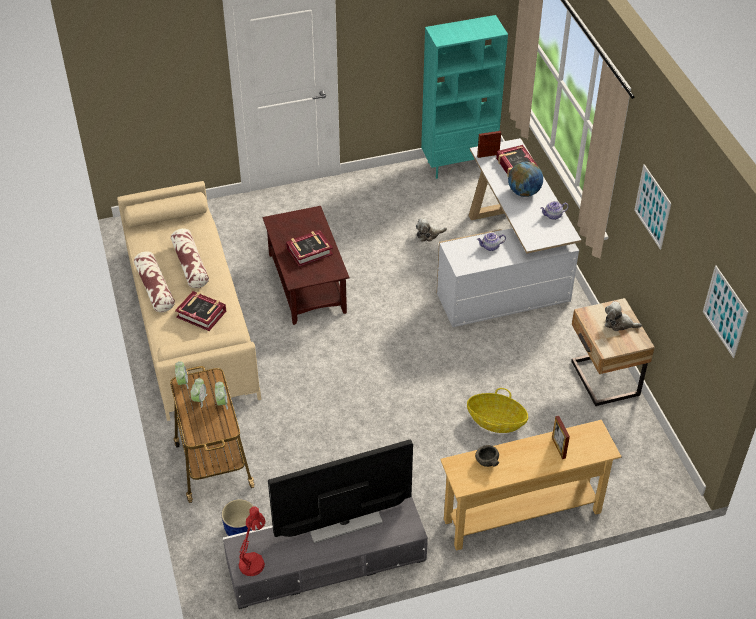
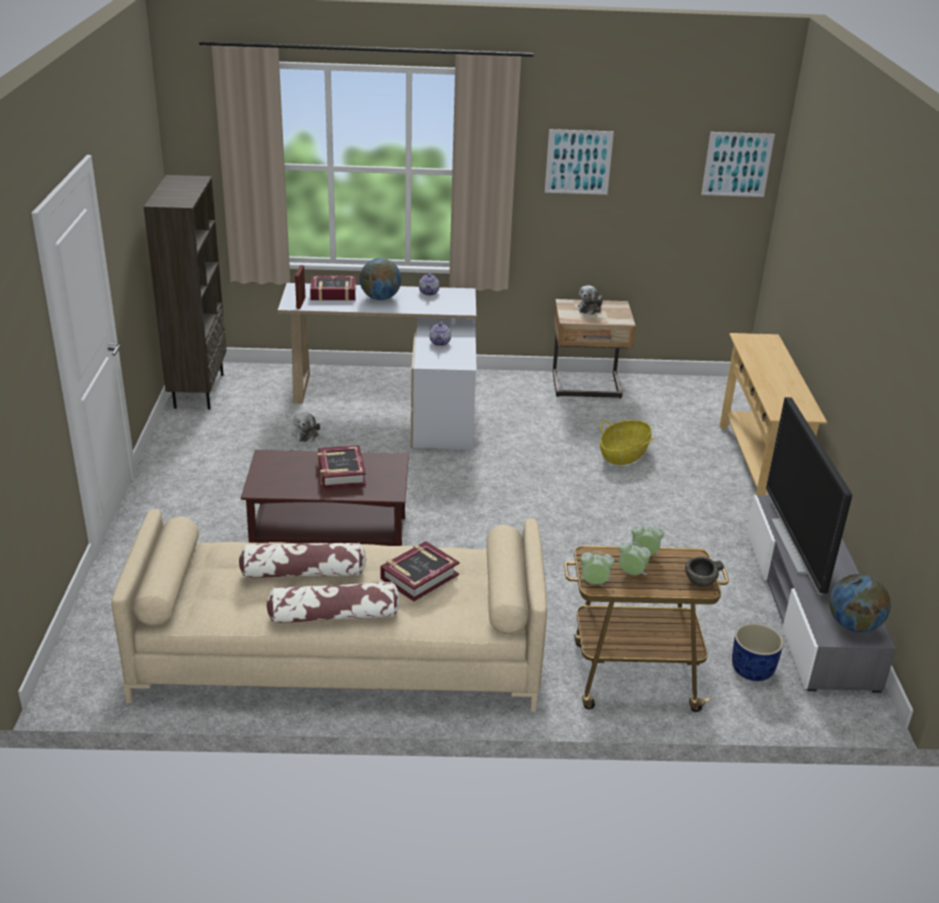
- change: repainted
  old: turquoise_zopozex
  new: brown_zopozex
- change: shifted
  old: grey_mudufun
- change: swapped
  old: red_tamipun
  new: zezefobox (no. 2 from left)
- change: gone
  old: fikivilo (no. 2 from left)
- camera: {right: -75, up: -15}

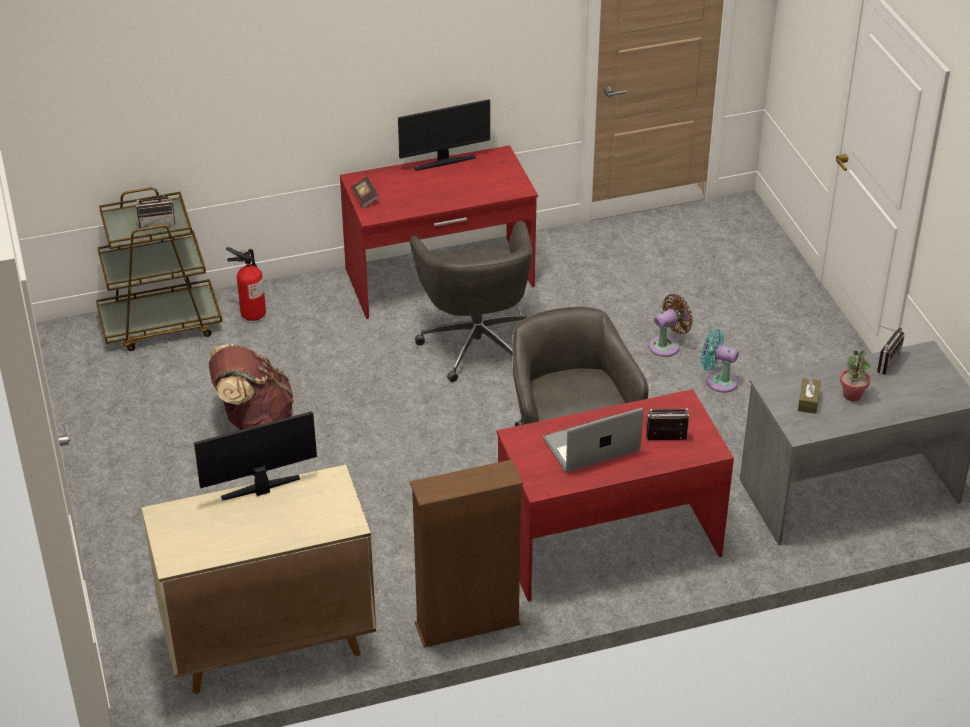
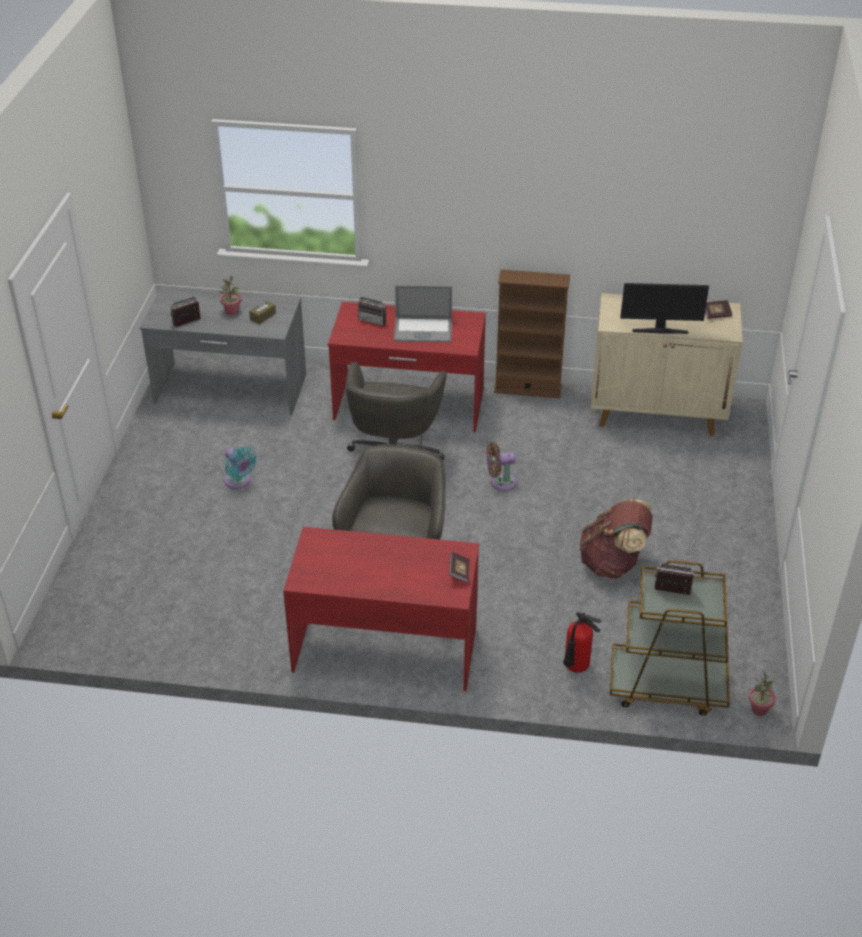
- change: shifted
  old: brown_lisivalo
- change: new
  new: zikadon (no. 2 from left)
- change: new
  new: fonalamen (no. 2 from left)
- change: gone
  old: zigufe (no. 2 from left)
- camera: {right: -155, up: 0}

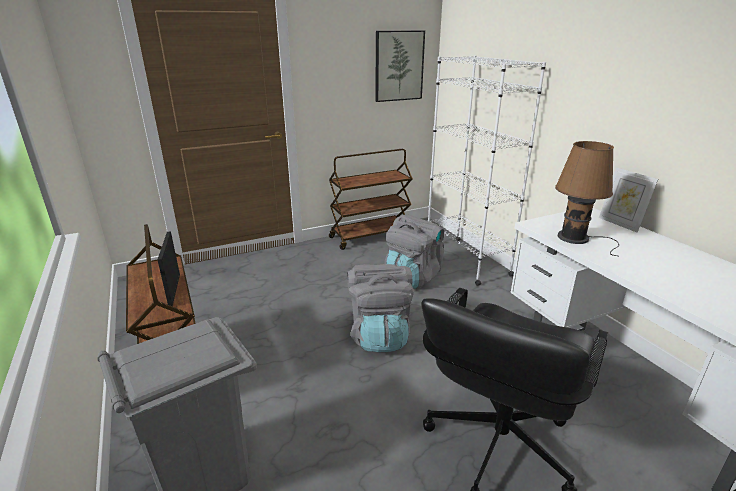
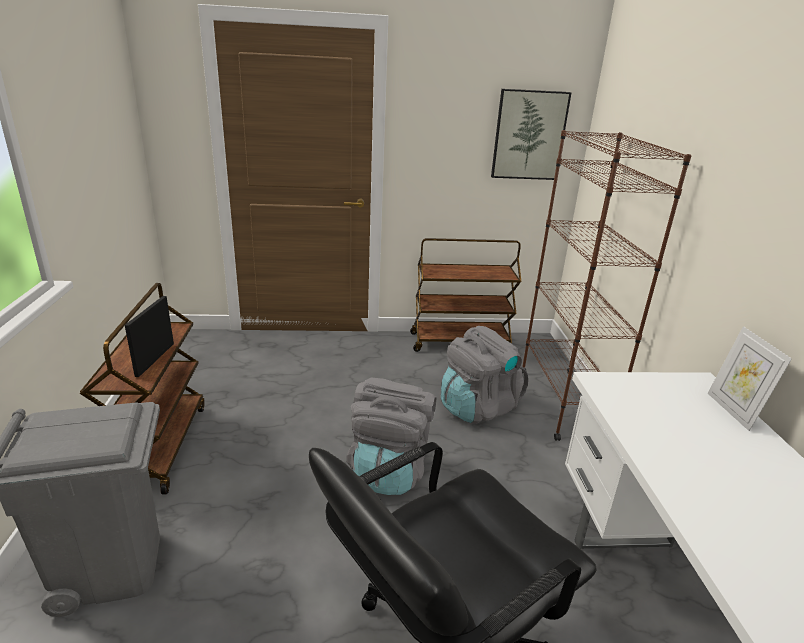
- change: repainted
  old: white_zopozex
  new: brown_zopozex
- change: gone
  old: brown_tamipun
- camera: {right: 20, up: 0}

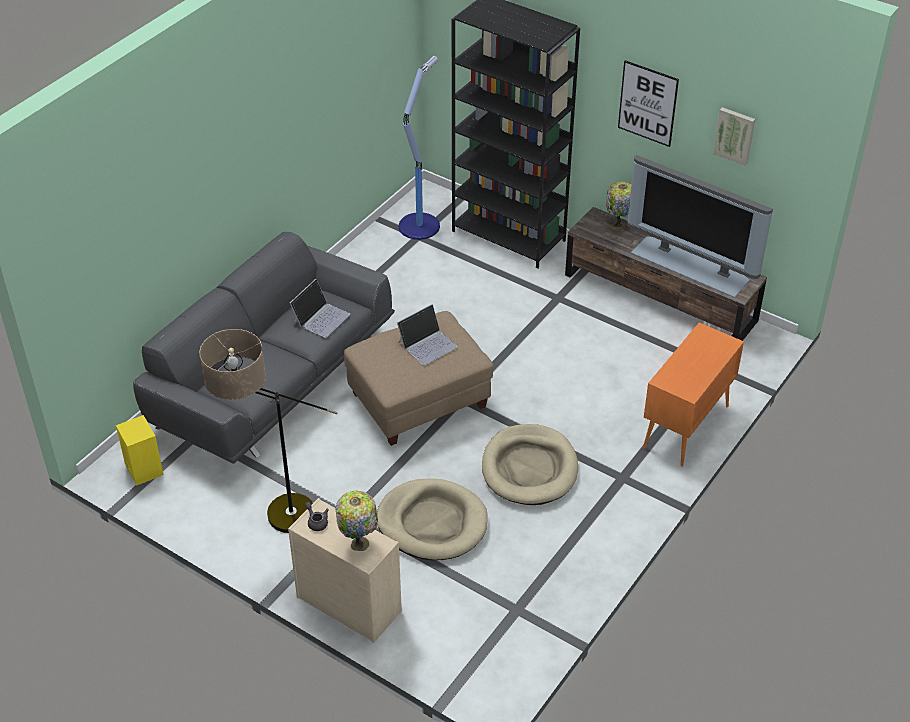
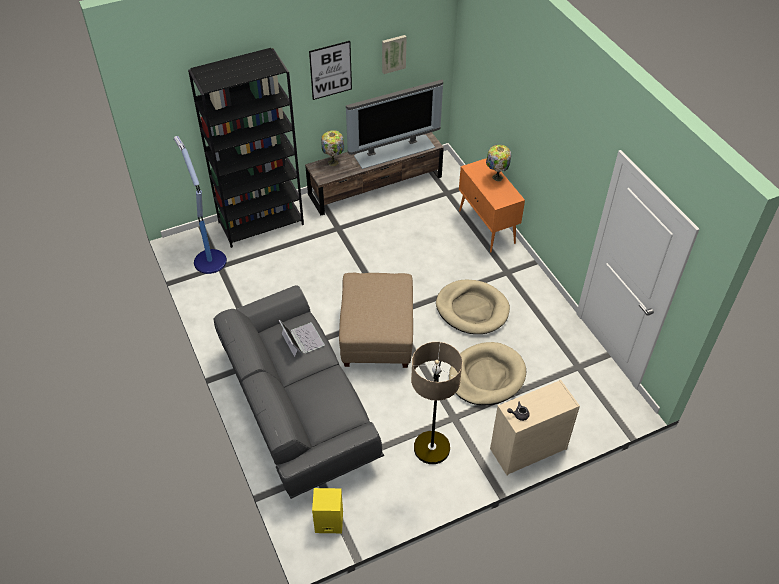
- change: shifted
  old: tamipun (no. 1 from left in the first image)
  new: tamipun (no. 2 from left)
- change: gone
  old: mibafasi (no. 2 from left)
- camera: {right: -60, up: 5}

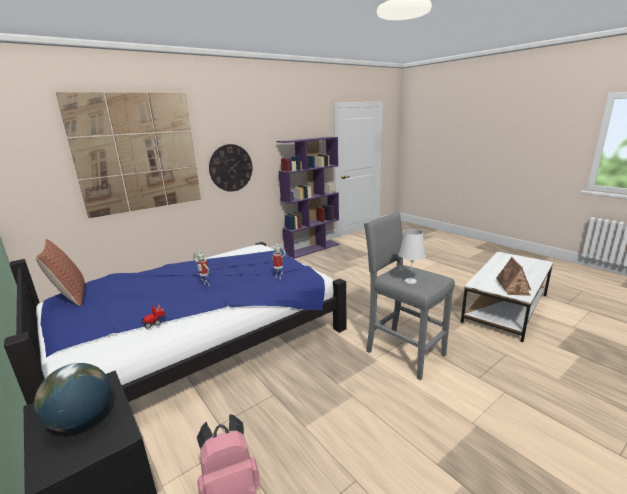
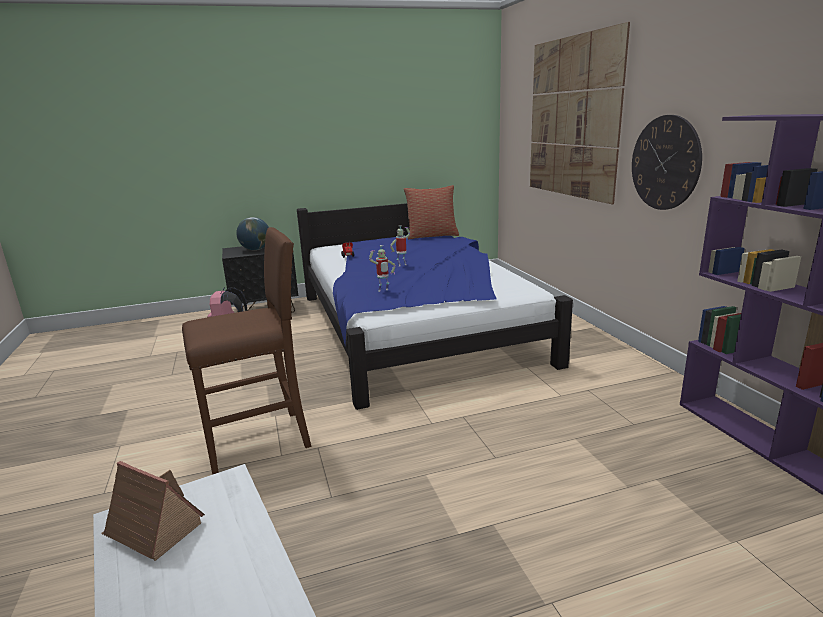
- change: repainted
  old: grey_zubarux
  new: brown_zubarux
- change: gone
  old: white_tamipun
- camera: {right: 110, up: 0}

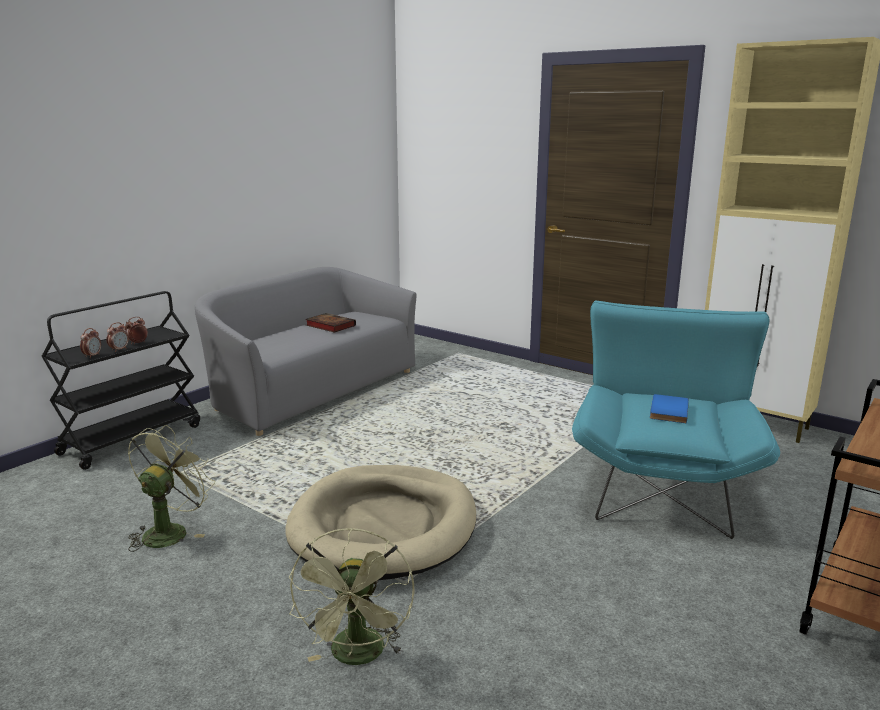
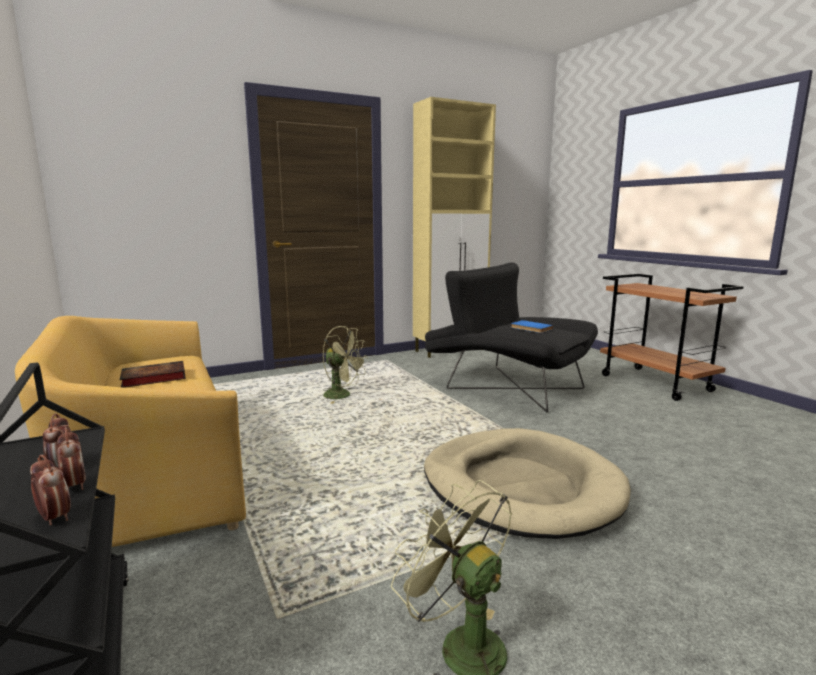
- change: repainted
  old: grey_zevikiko
  new: yellow_zevikiko
- change: shifted
  old: green_lisivalo (no. 2 from left in the first image)
  new: green_lisivalo (no. 1 from left)
- change: repainted
  old: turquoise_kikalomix
  new: black_kikalomix
- camera: {right: -65, up: -5}

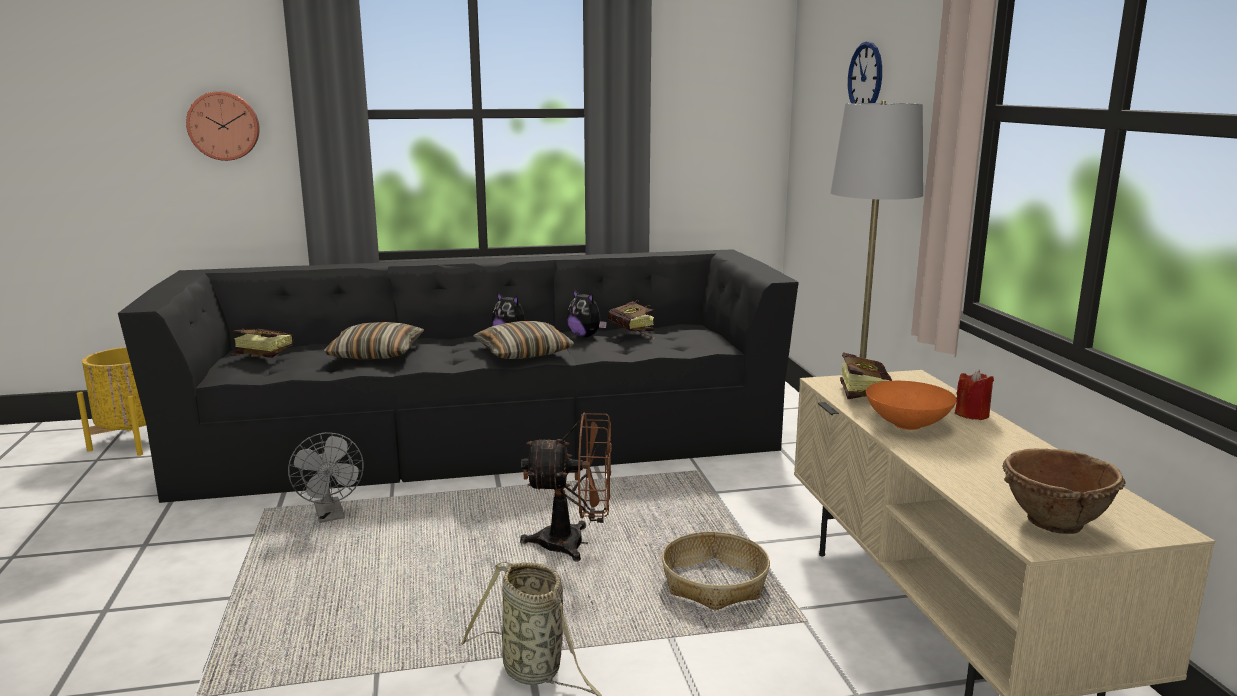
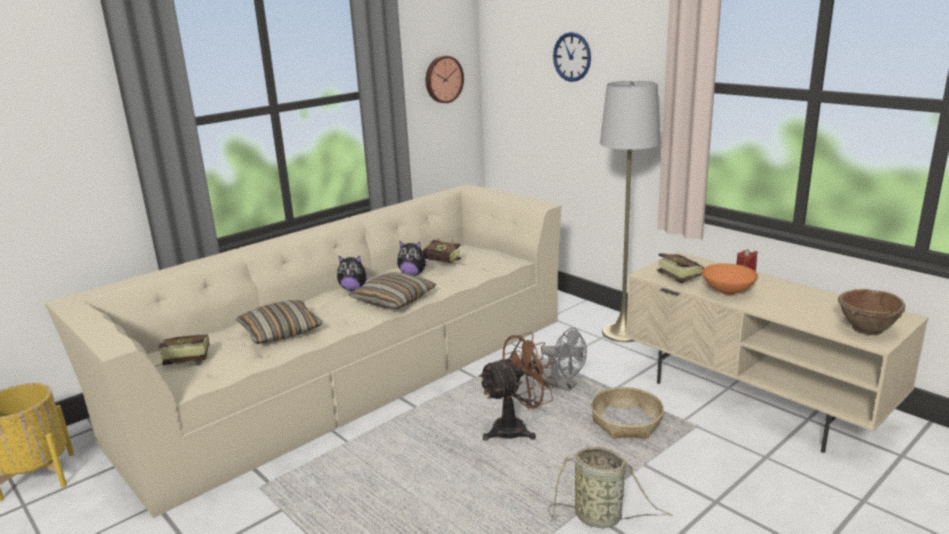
- change: repainted
  old: black_zevikiko
  new: beige_zevikiko
- change: shifted
  old: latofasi (no. 1 from left)
- change: shifted
  old: grey_lisivalo
- camera: {right: -30, up: 5}

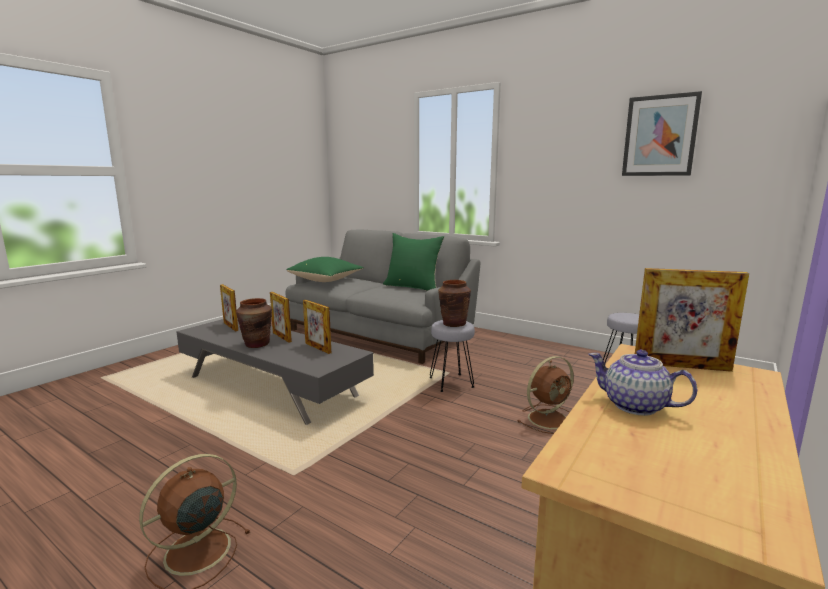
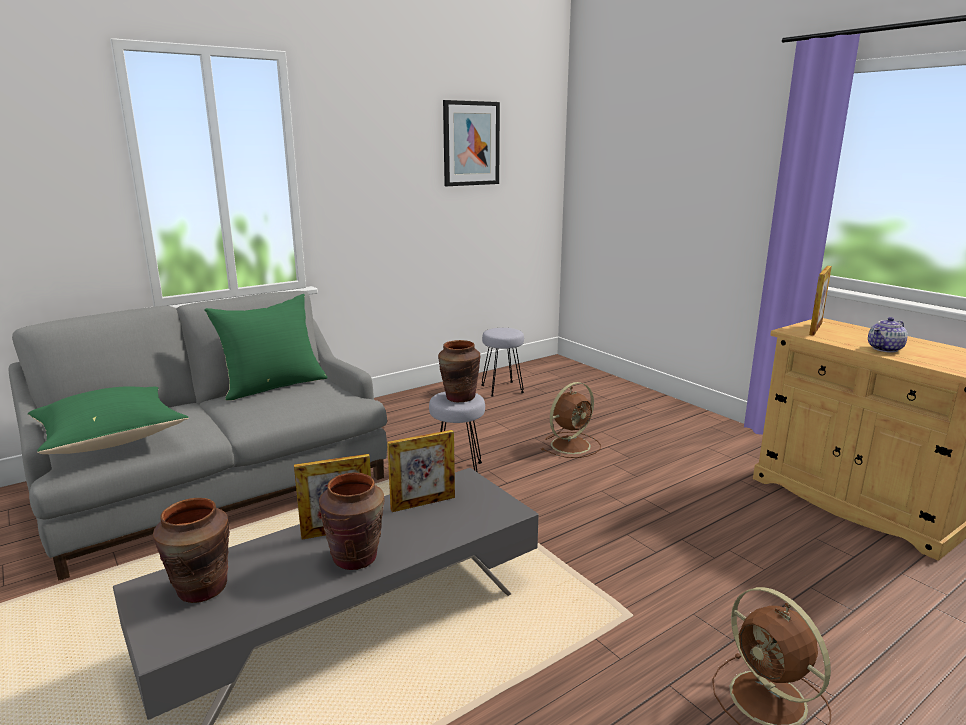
- change: swapped
  old: fikivilo (no. 1 from left)
  new: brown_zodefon (no. 1 from left)
- change: rotated
  old: brown_lisivalo (no. 2 from left in the first image)
  degrees: 60
- camera: {right: -70, up: 5}

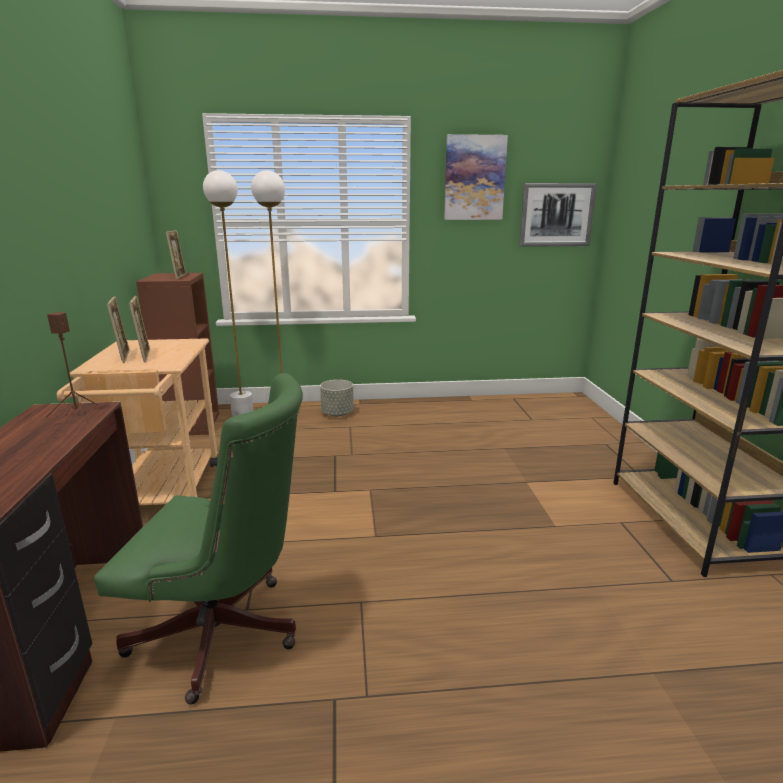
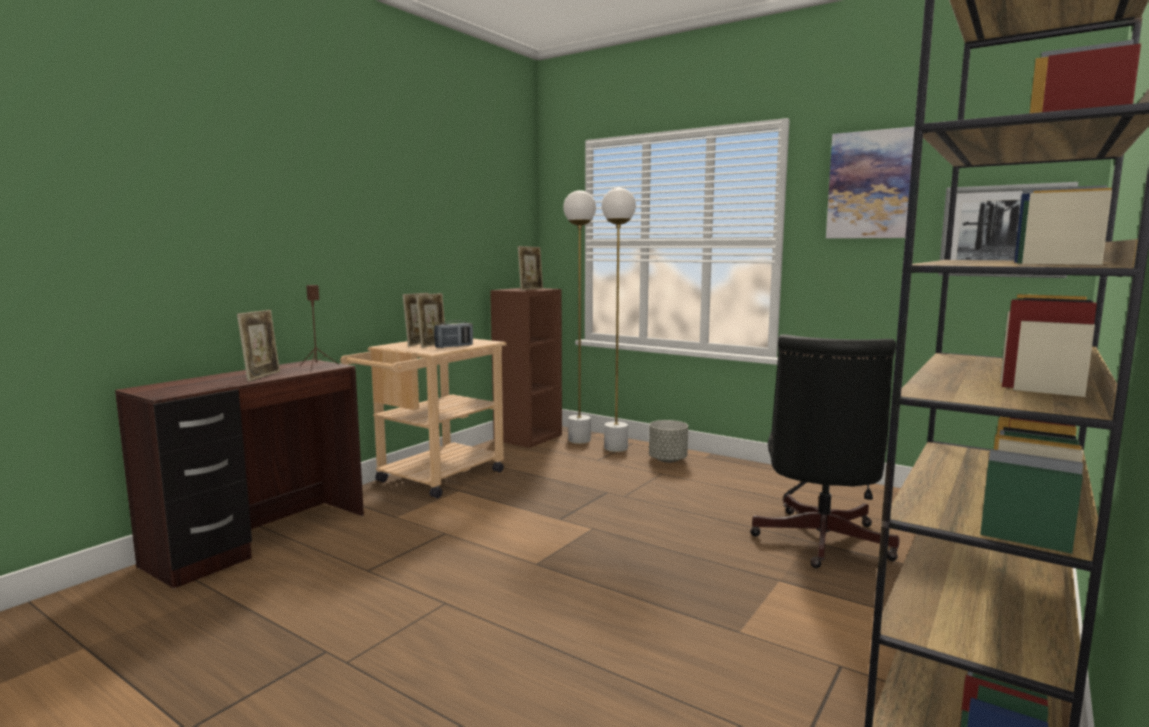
- change: new
  new: fikivilo (no. 1 from left)
- change: new
  new: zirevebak
- change: new
  new: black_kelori
- change: gone
  old: green_kelori
- camera: {right: 40, up: -10}

